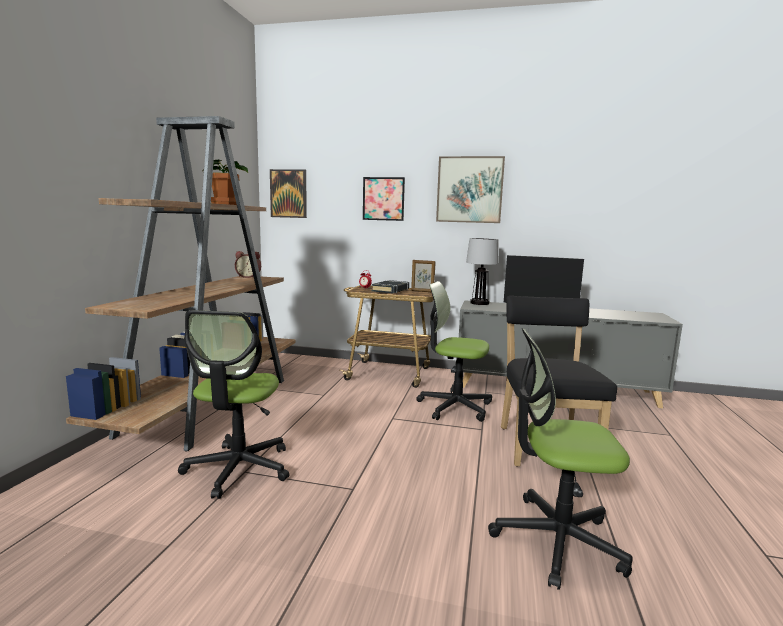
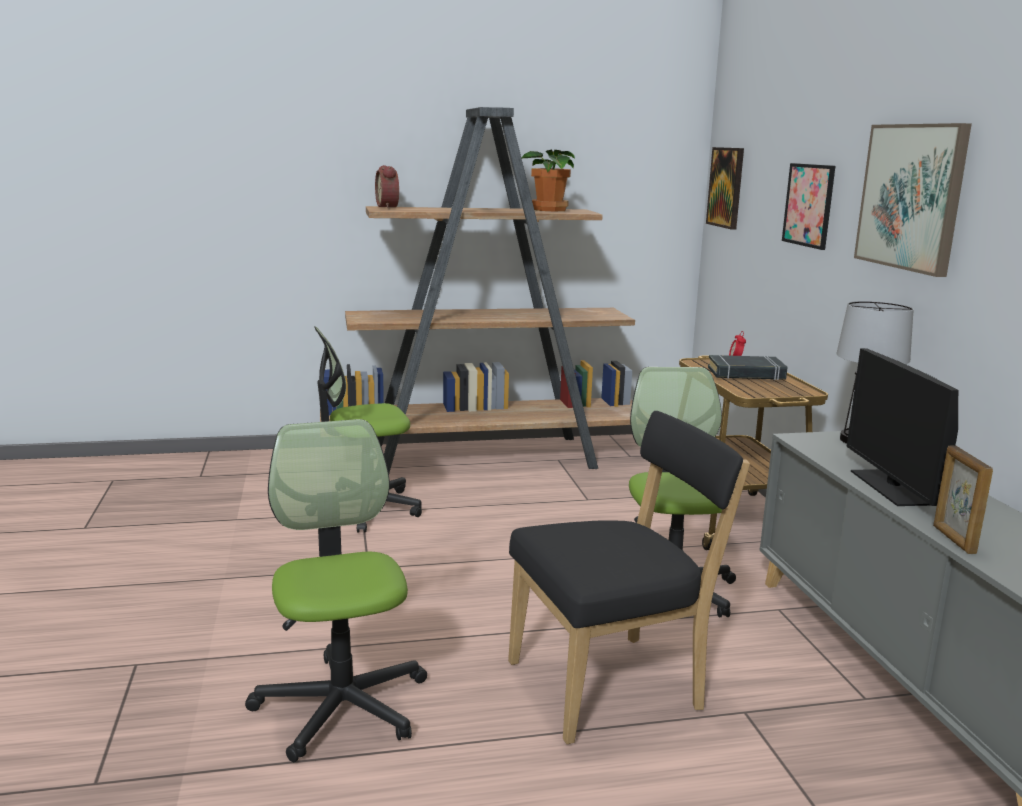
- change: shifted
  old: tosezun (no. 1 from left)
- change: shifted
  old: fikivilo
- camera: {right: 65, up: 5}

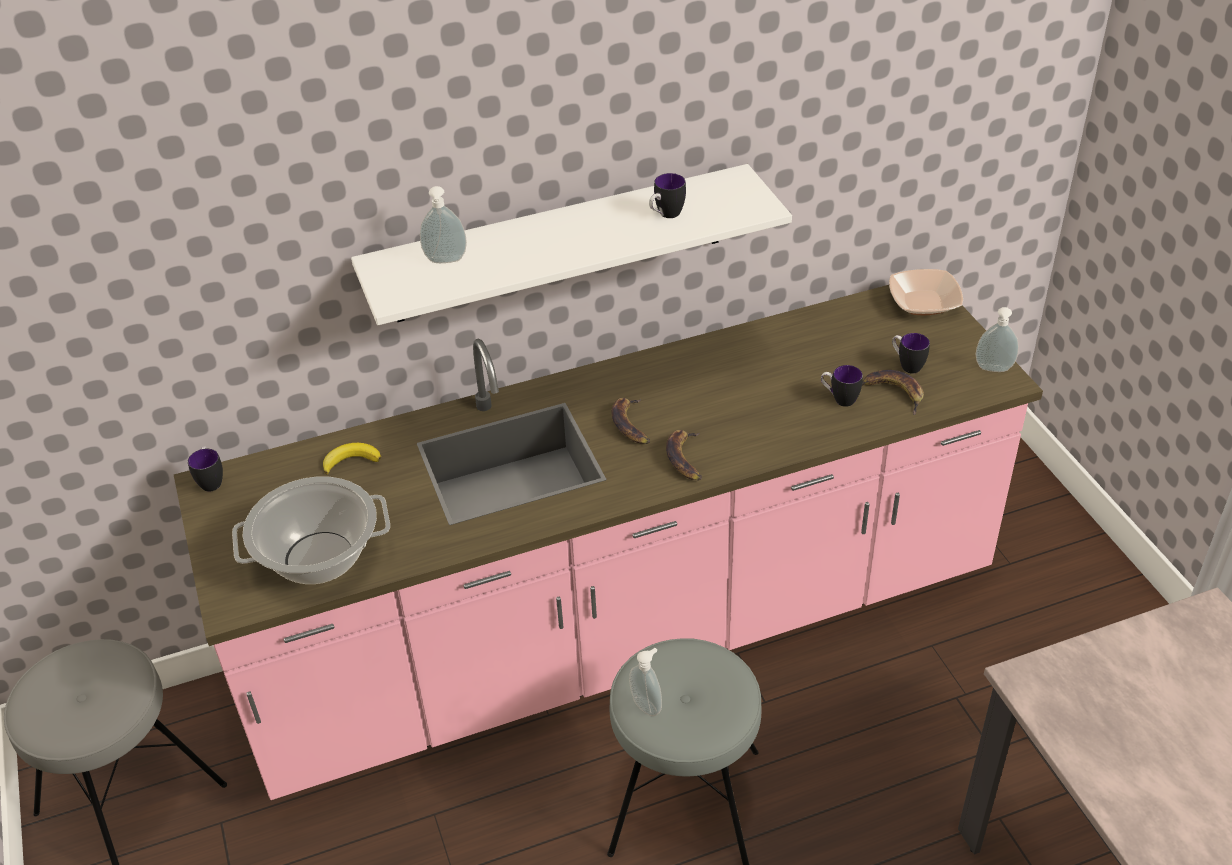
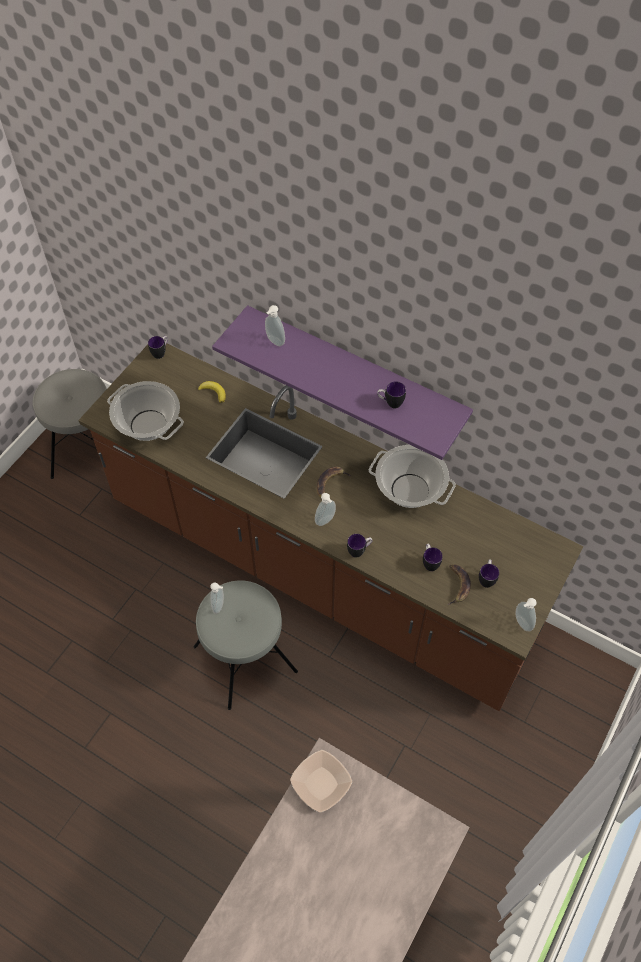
- change: repainted
  old: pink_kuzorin
  new: brown_kuzorin
- change: repainted
  old: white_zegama
  new: purple_zegama
- change: shifted
  old: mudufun
- change: swapped
  old: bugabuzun (no. 3 from left)
  new: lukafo (no. 3 from left)
- change: new
  new: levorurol (no. 2 from left)
- change: new
  new: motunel (no. 2 from left)
- camera: {right: 50, up: 15}

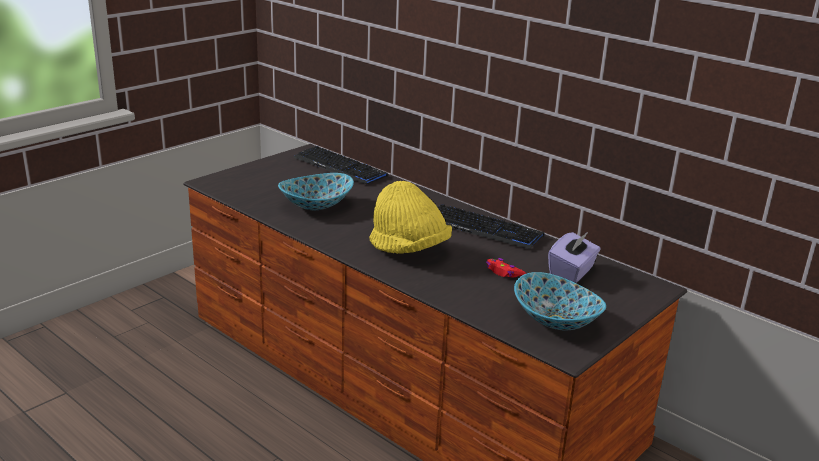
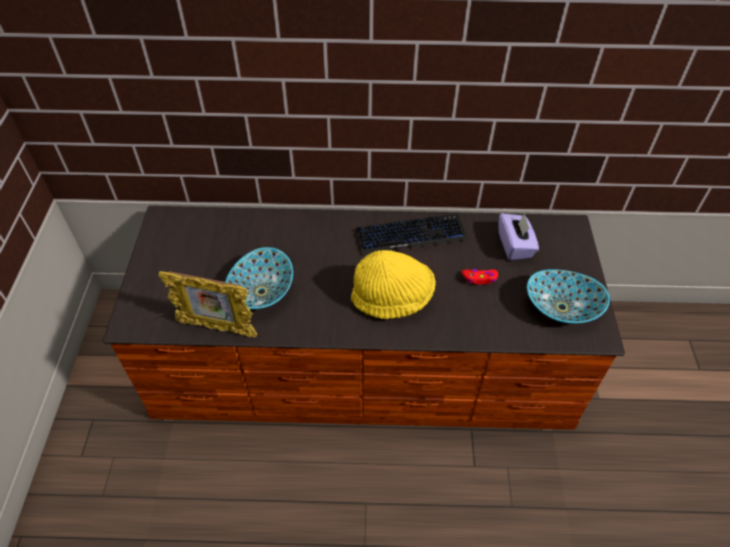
- change: new
  new: fikivilo
- change: gone
  old: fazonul (no. 1 from left)
- camera: {right: -40, up: 25}

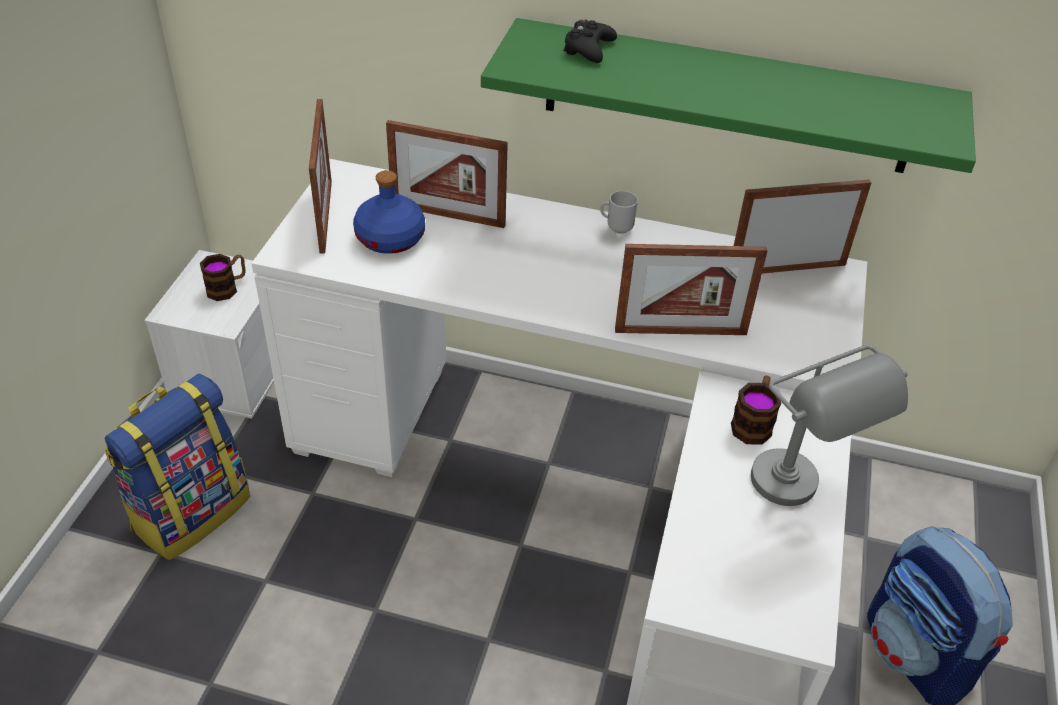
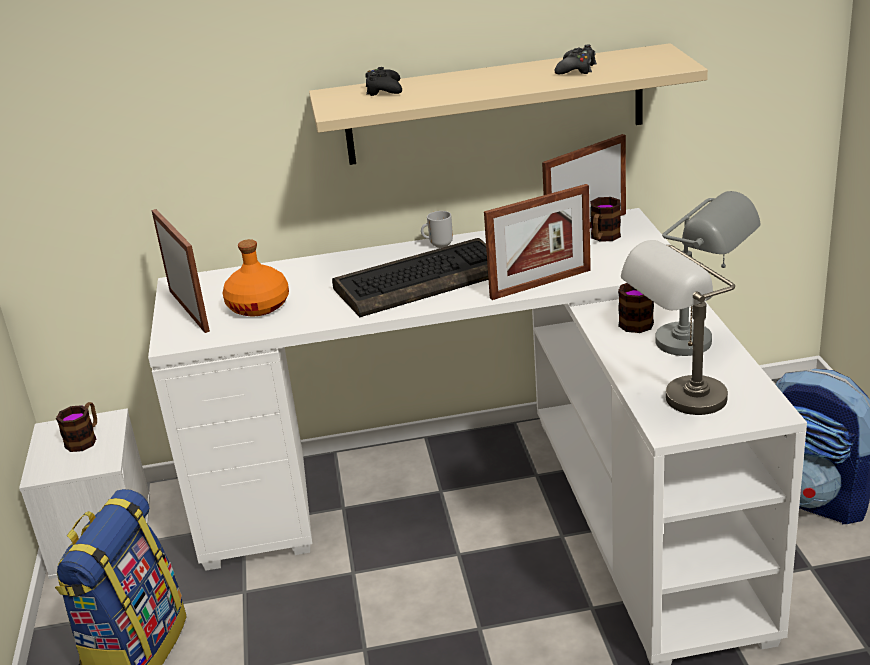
- change: repainted
  old: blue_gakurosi
  new: orange_gakurosi
- change: repainted
  old: green_zegama
  new: beige_zegama
- change: new
  new: fazonul
- change: new
  new: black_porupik (no. 2 from left)
- change: new
  new: levorurol (no. 3 from left)
- change: new
  new: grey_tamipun (no. 1 from left)
- change: gone
  old: fikivilo (no. 2 from left)
- camera: {right: -20, up: -15}

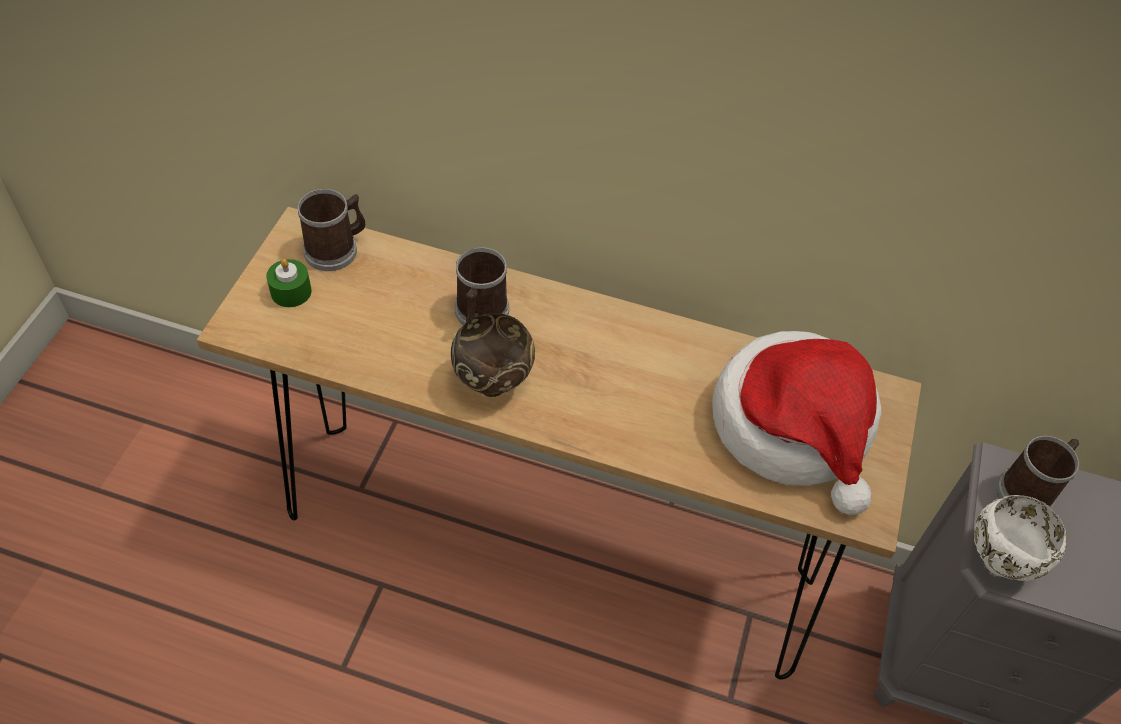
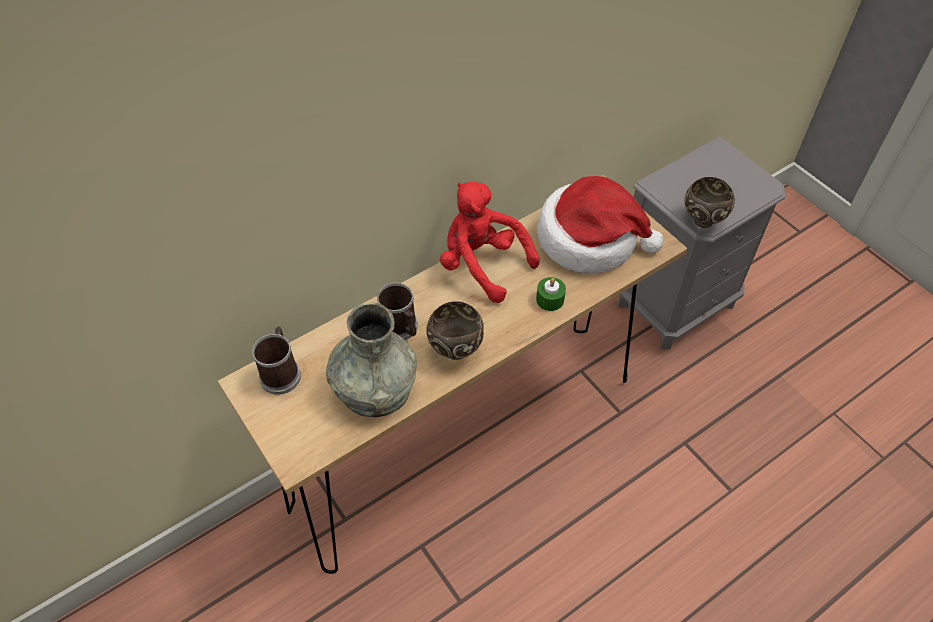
- change: new
  new: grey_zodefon
- change: new
  new: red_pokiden
- change: shifted
  old: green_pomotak
- change: repainted
  old: white_mudufun
  new: brown_mudufun (no. 2 from left)
- change: gone
  old: levorurol (no. 3 from left)
- camera: {right: -50, up: 0}

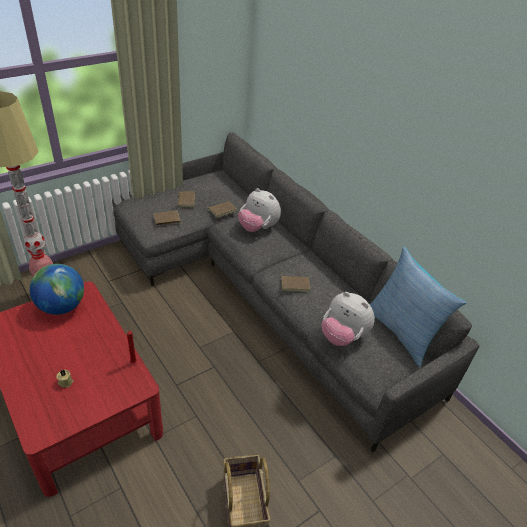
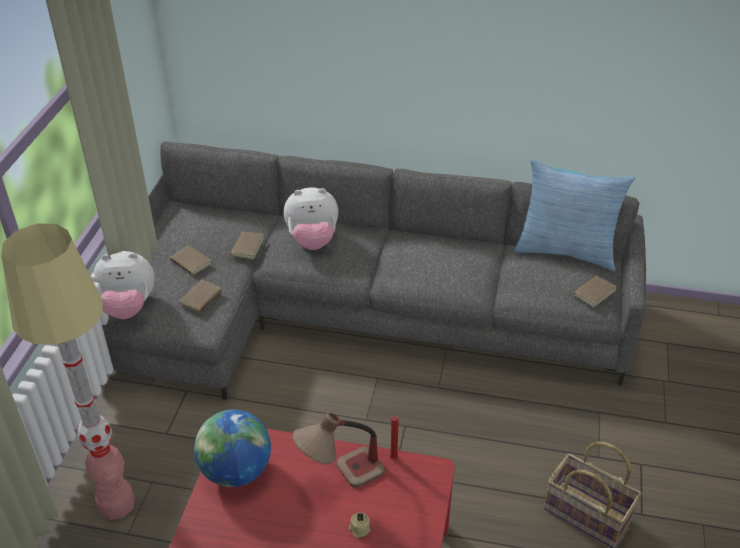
- change: shifted
  old: pokiden (no. 2 from left in the first image)
  new: pokiden (no. 1 from left)
- change: new
  new: tamipun
- change: shifted
  old: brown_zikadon (no. 4 from left)
- camera: {right: -40, up: 0}

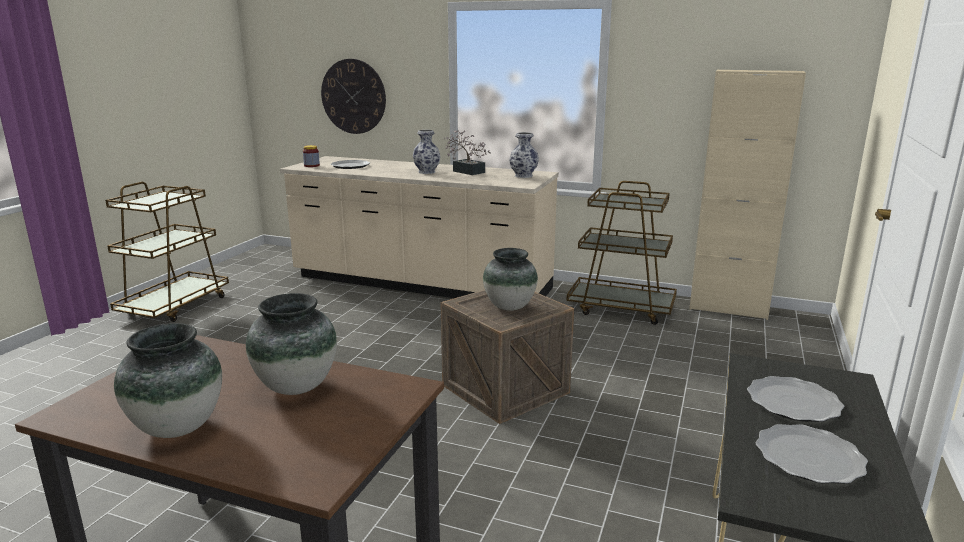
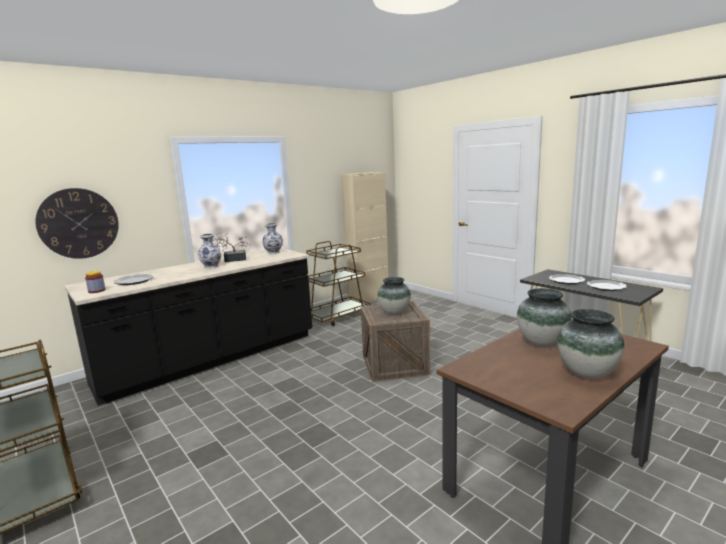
- change: repainted
  old: beige_kuzorin
  new: black_kuzorin
- camera: {right: -60, up: -5}

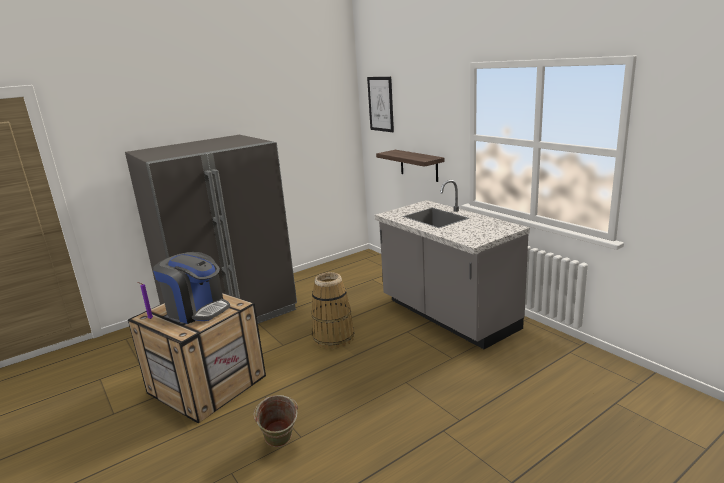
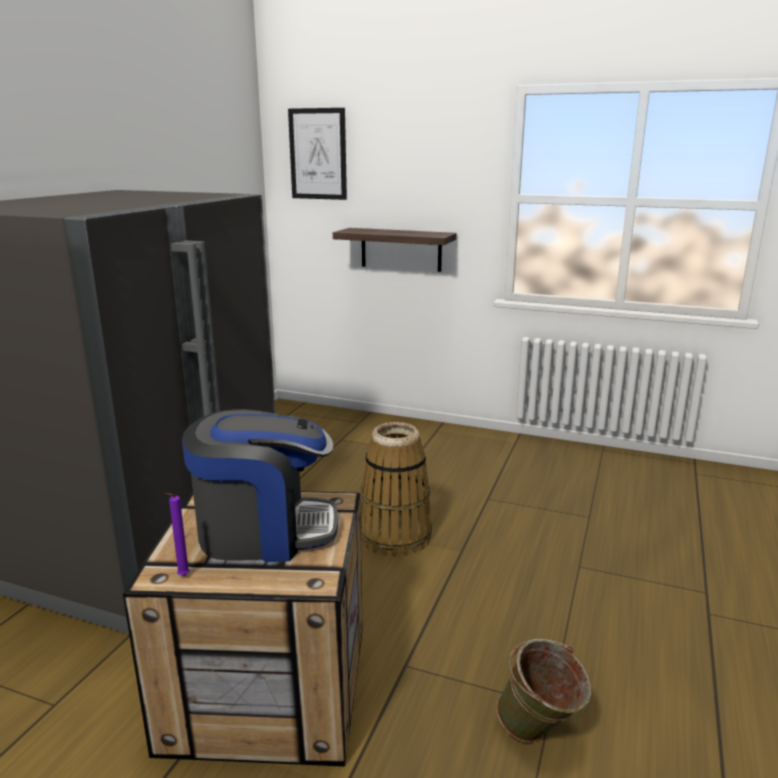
- change: gone
  old: grey_kuzorin
- camera: {right: -35, up: 0}

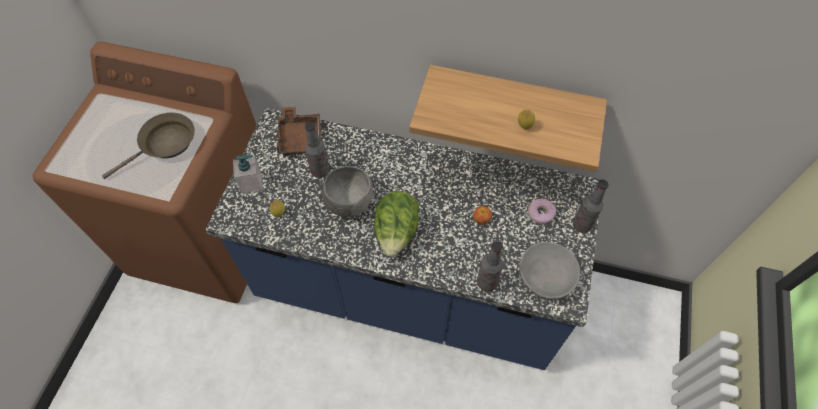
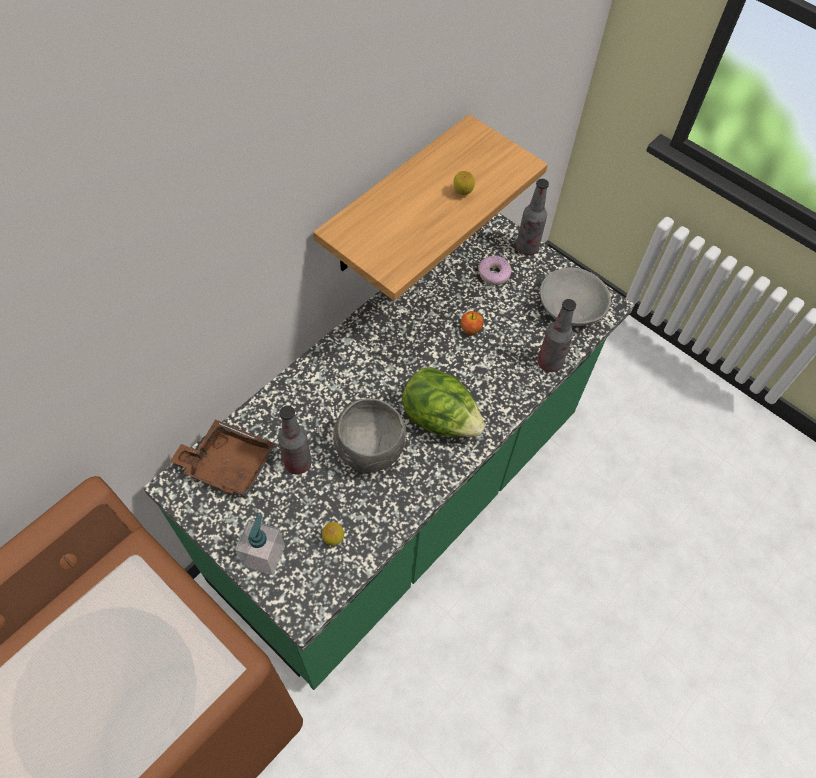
- change: repainted
  old: blue_kuzorin
  new: green_kuzorin
- change: gone
  old: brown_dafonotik
- camera: {right: -65, up: 0}

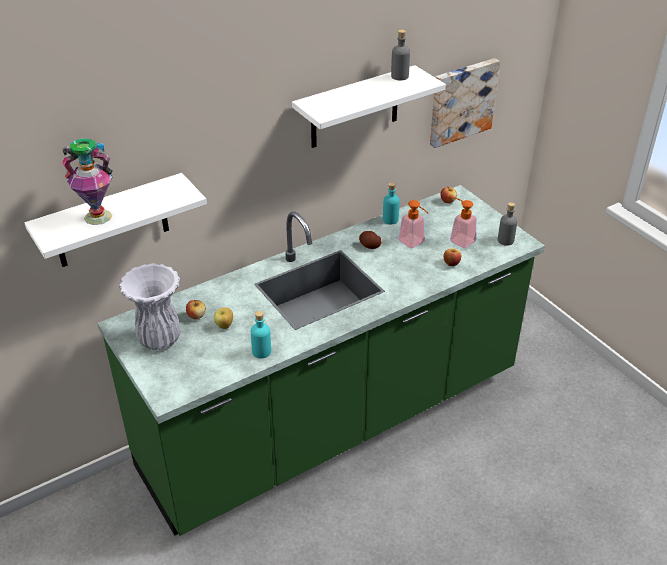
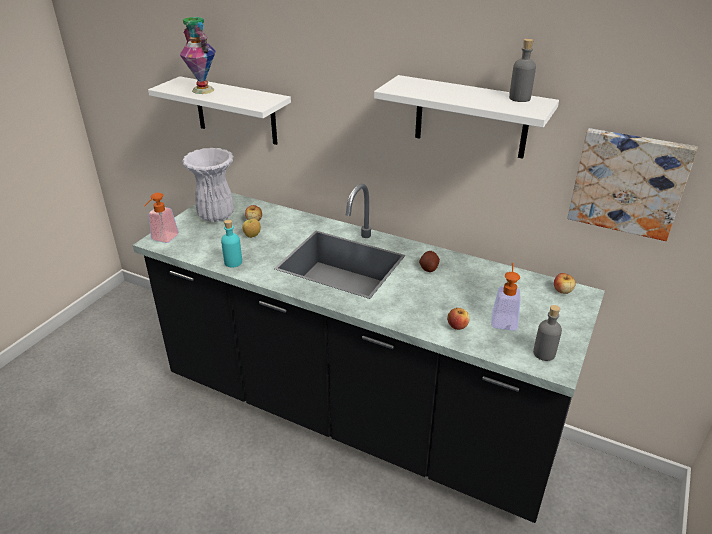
- change: repainted
  old: green_kuzorin
  new: black_kuzorin
- change: shifted
  old: lukafo (no. 1 from left)
- change: gone
  old: turquoise_gakurosi (no. 2 from left)
- camera: {right: 60, up: -5}

